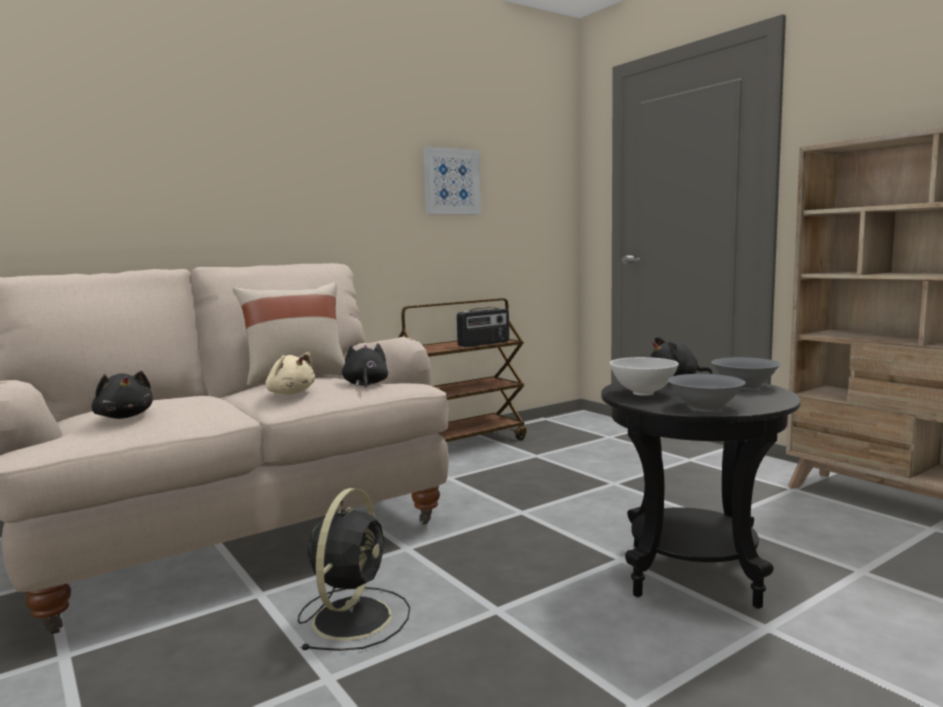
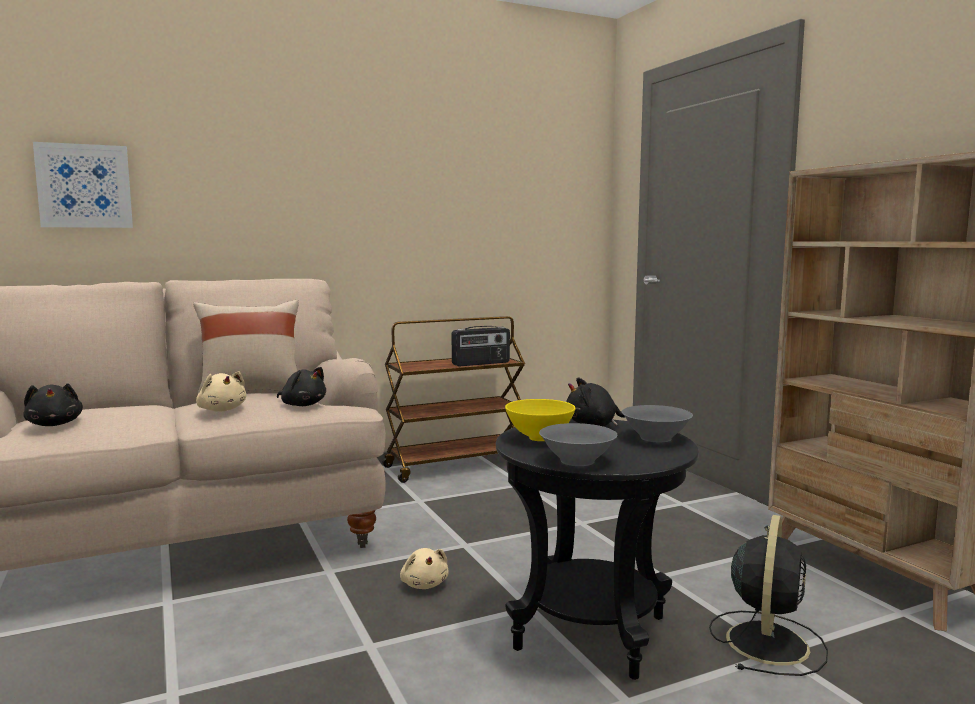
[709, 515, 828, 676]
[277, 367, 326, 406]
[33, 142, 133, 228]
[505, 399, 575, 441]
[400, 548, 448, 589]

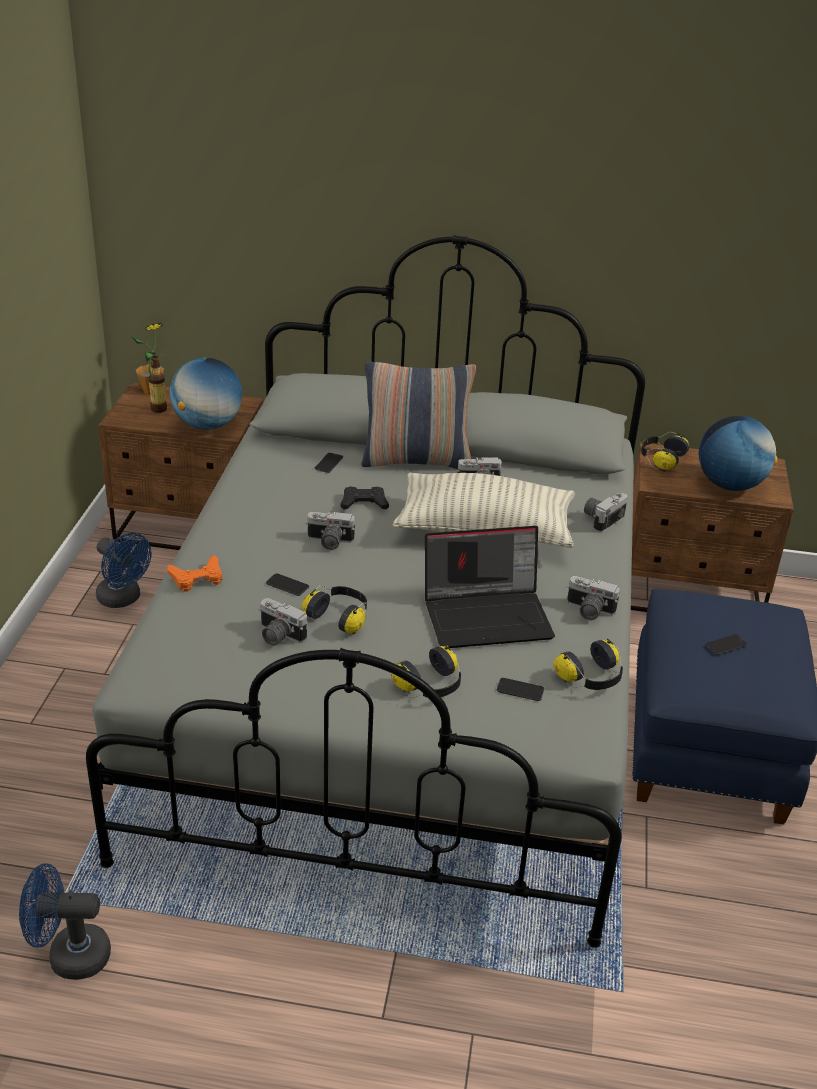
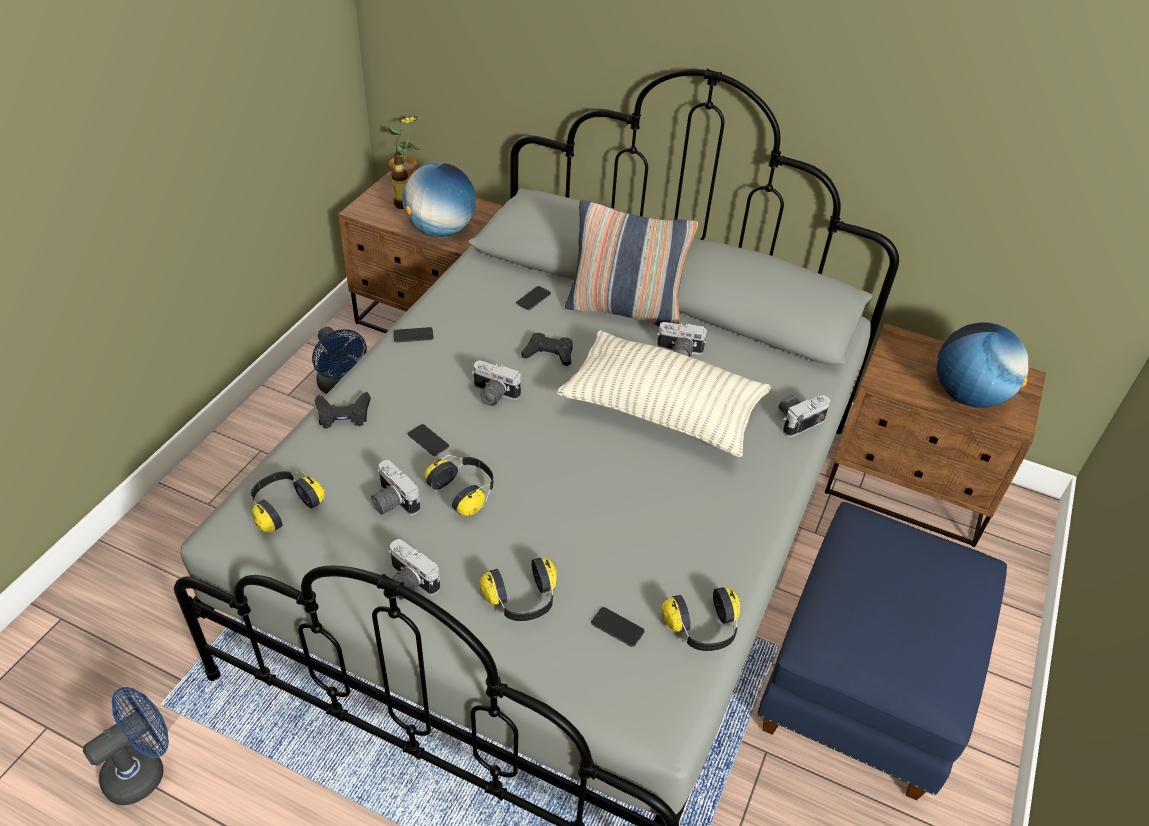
[83, 687, 169, 805]
[315, 392, 371, 429]
[425, 526, 555, 648] (first image)
[388, 539, 440, 600]
[251, 471, 325, 532]
[394, 327, 434, 343]

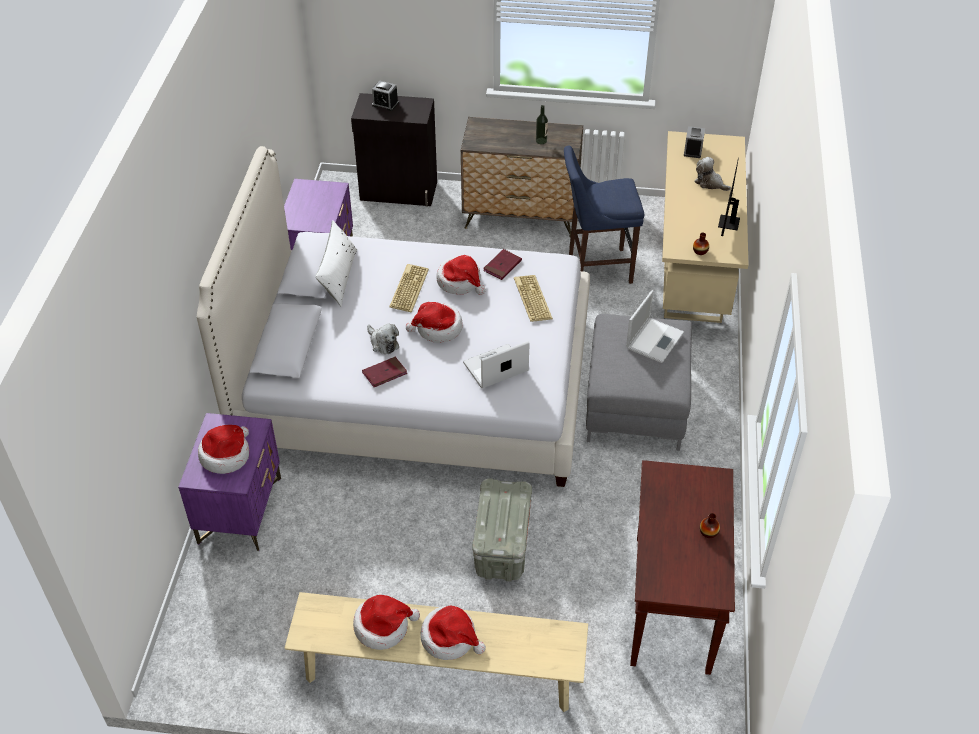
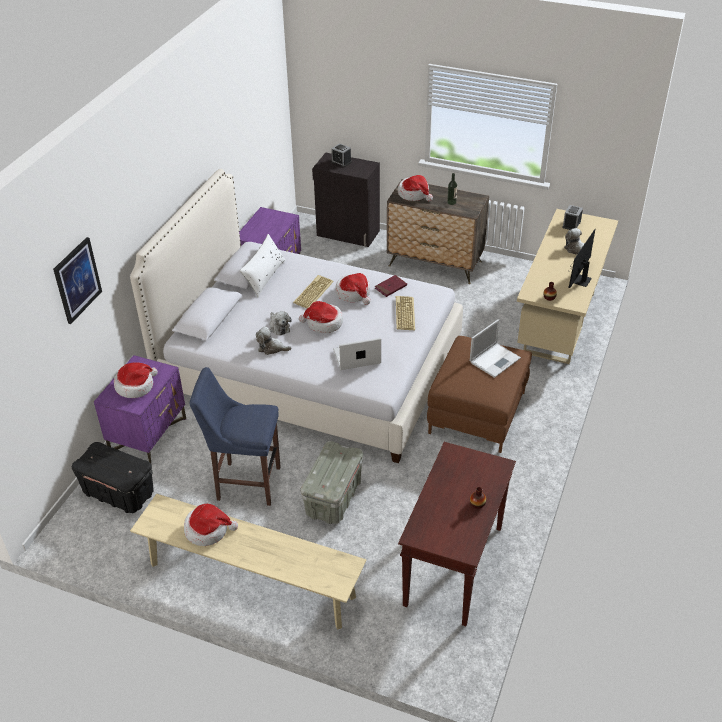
[256, 327, 292, 355]
[398, 175, 433, 201]
[189, 367, 280, 506]
[427, 336, 532, 453]
[53, 237, 102, 324]
[72, 442, 154, 513]

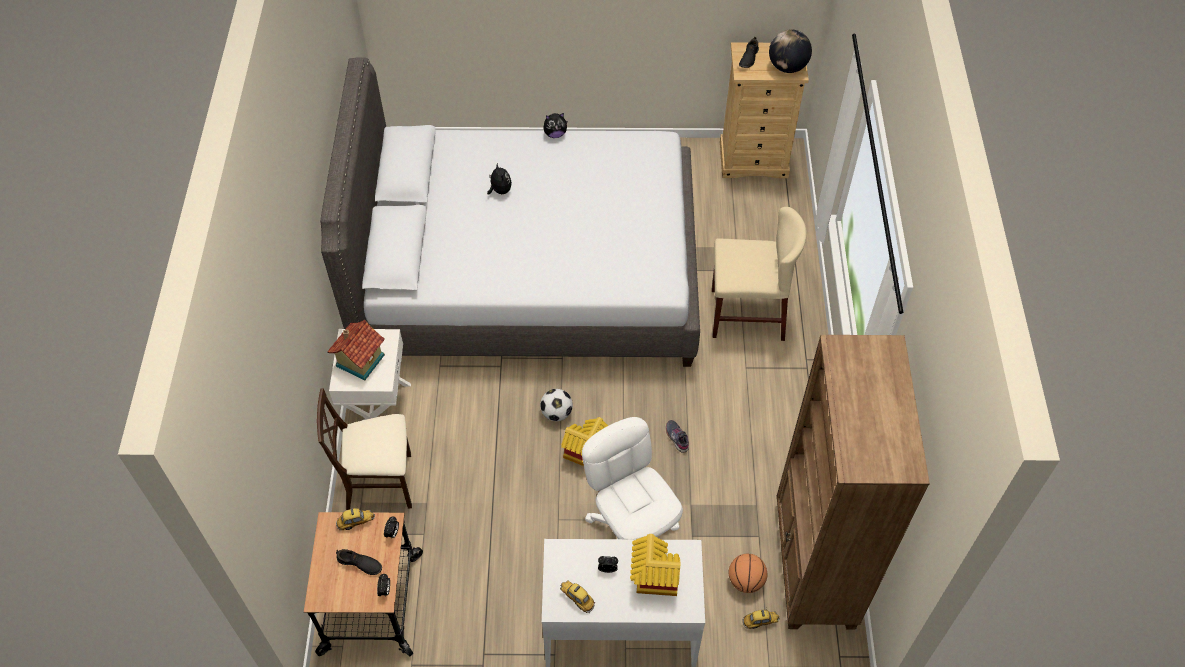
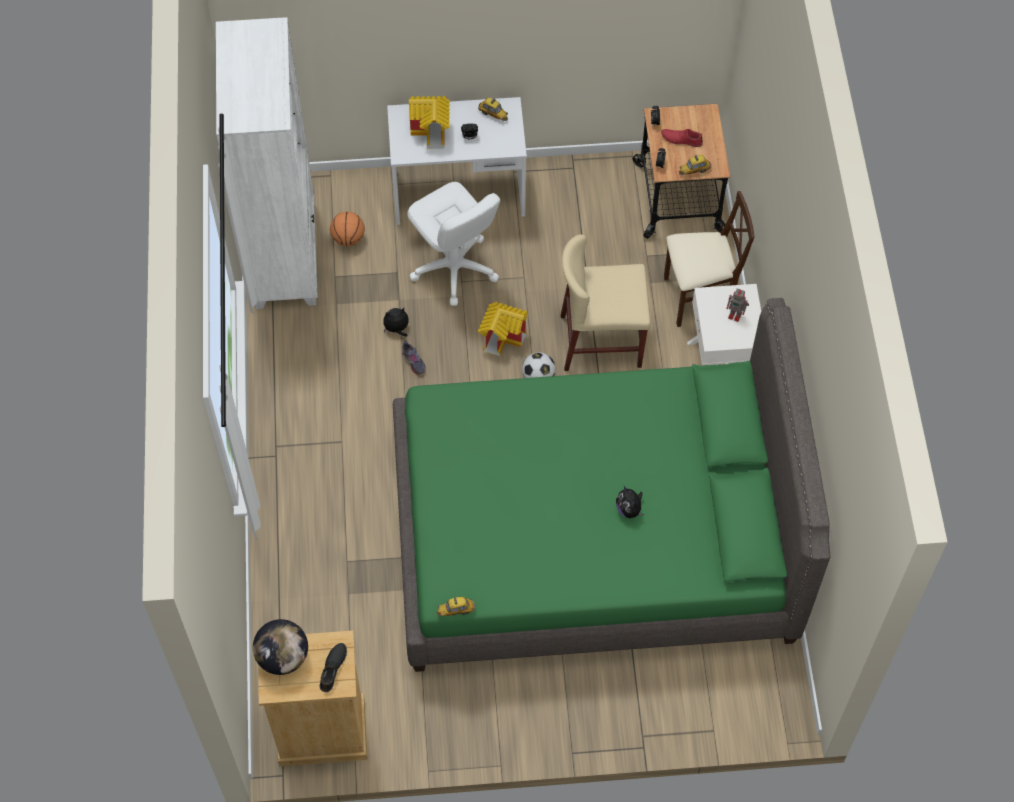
[393, 298, 831, 672]
[726, 288, 749, 322]
[661, 129, 703, 147]
[383, 308, 409, 336]
[561, 234, 651, 371]
[436, 597, 476, 616]
[216, 17, 318, 309]

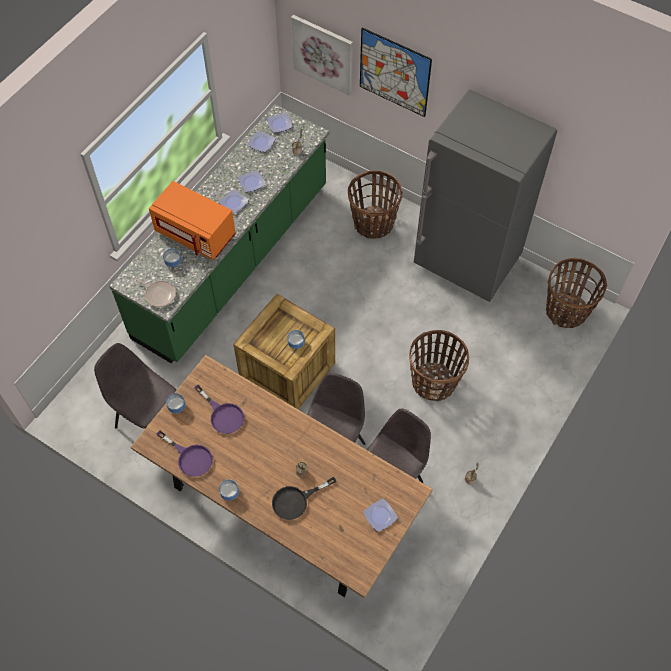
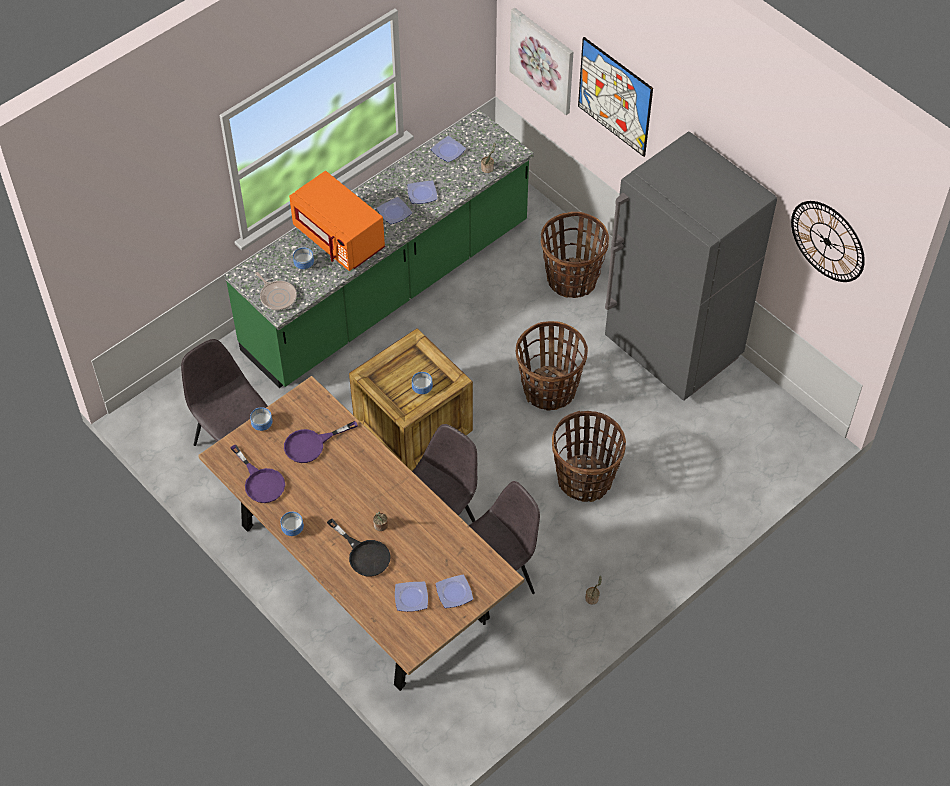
[284, 421, 358, 463]
[395, 582, 428, 612]
[327, 519, 391, 576]
[516, 321, 588, 410]
[791, 201, 865, 282]

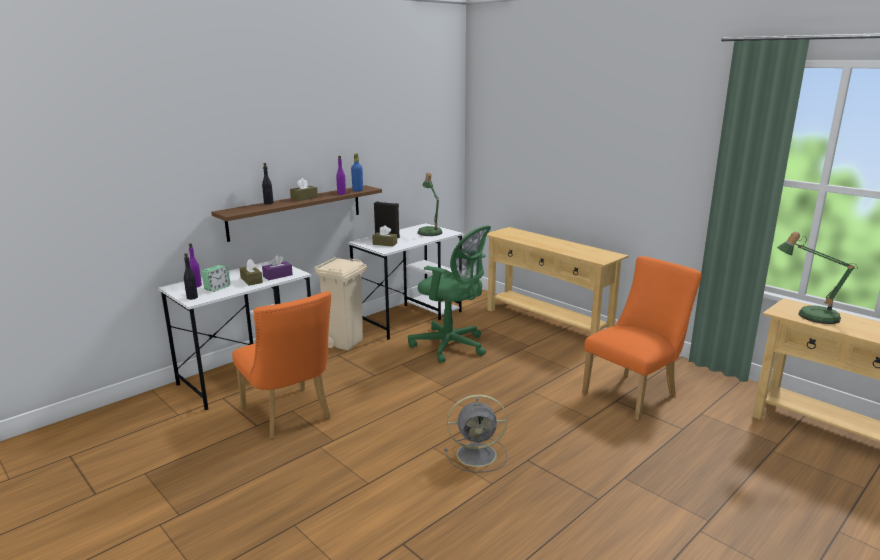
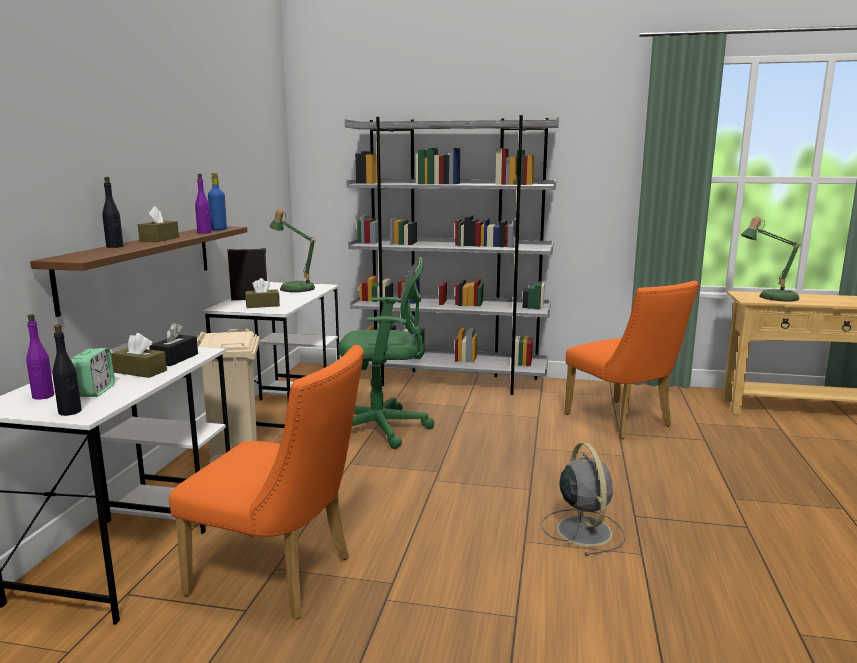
[149, 323, 198, 366]
[542, 443, 625, 556]
[345, 115, 559, 395]
[564, 281, 699, 439]

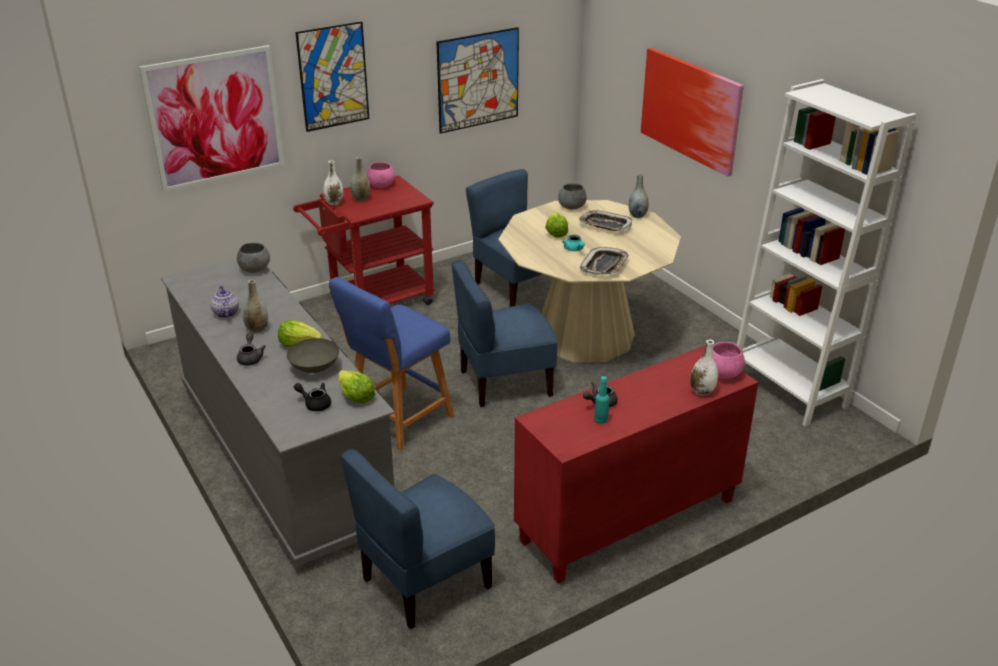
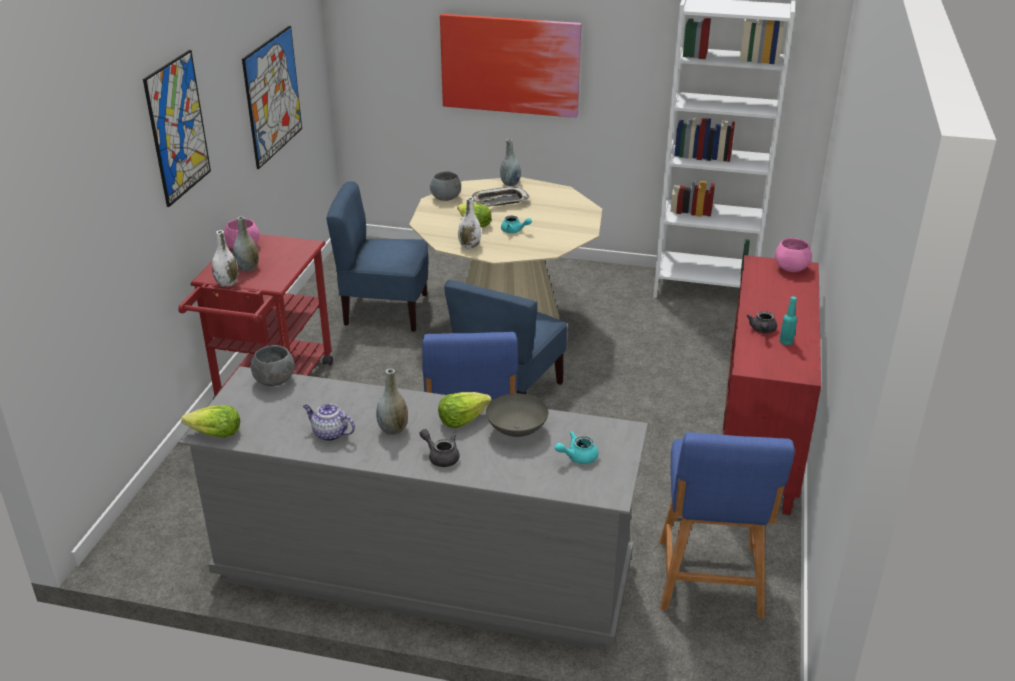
[139, 45, 284, 192] (first image)
[555, 431, 598, 464]
[181, 405, 240, 438]
[660, 432, 795, 618]
[580, 247, 629, 275] (first image)
[458, 197, 481, 249]

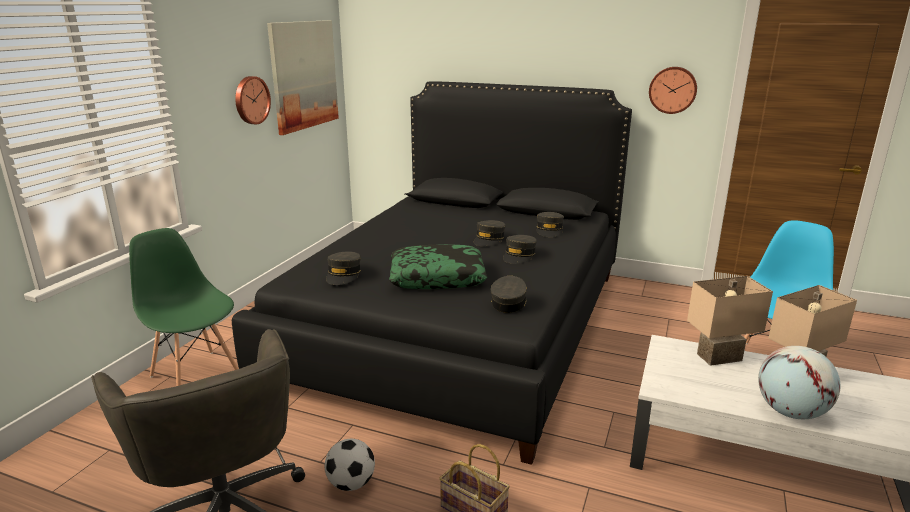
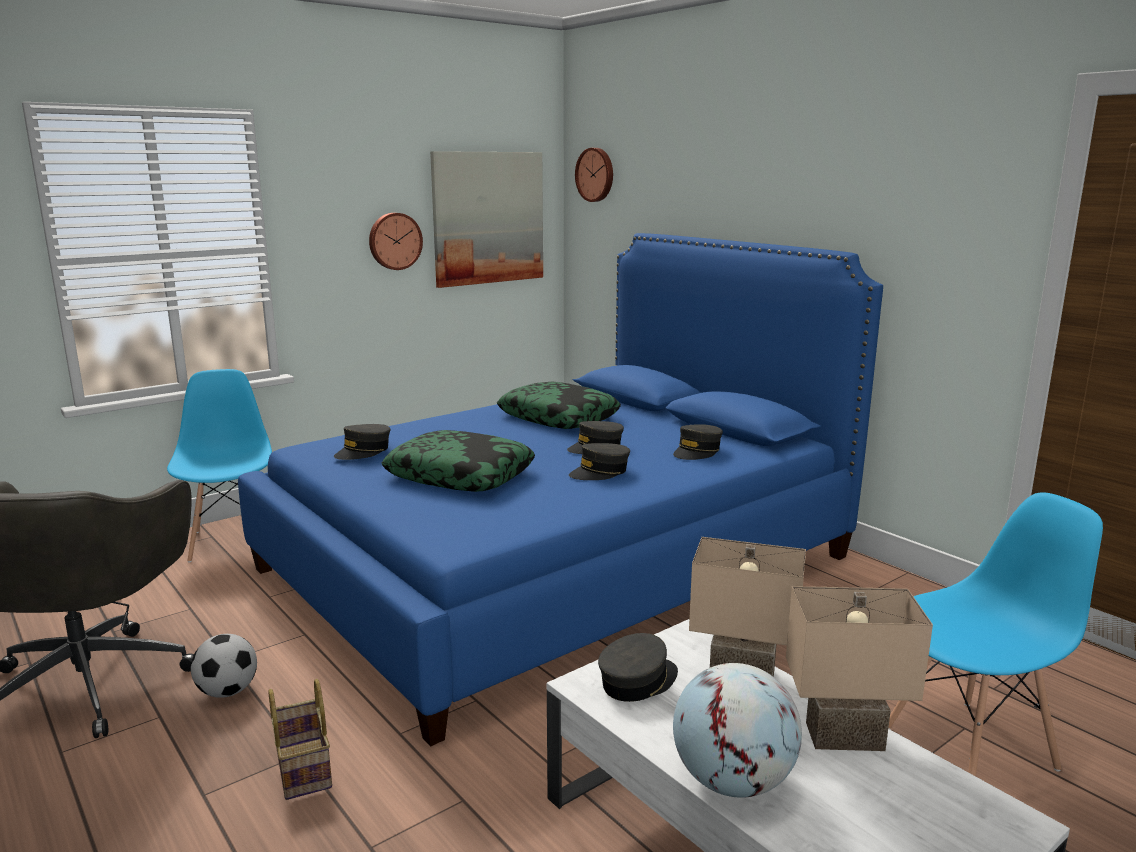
[167, 369, 272, 563]
[238, 233, 883, 746]
[598, 633, 678, 702]
[575, 148, 613, 202]
[497, 382, 621, 429]

